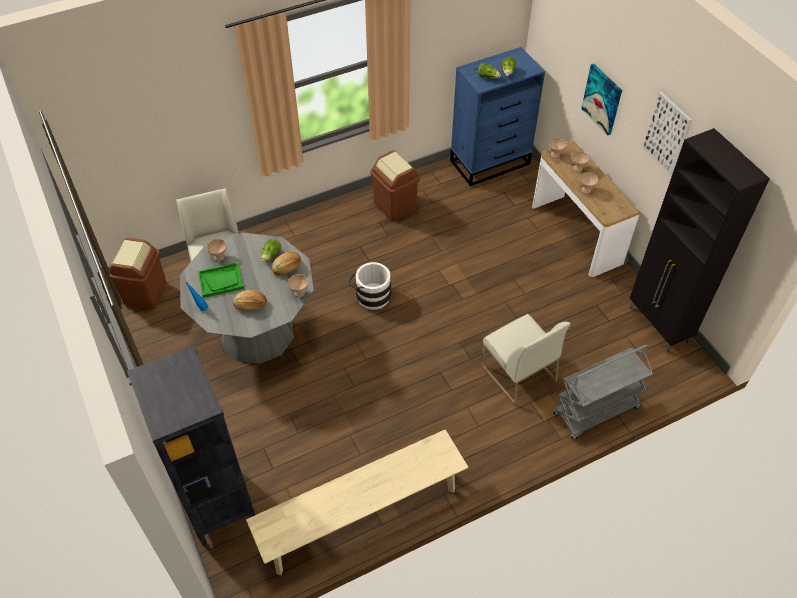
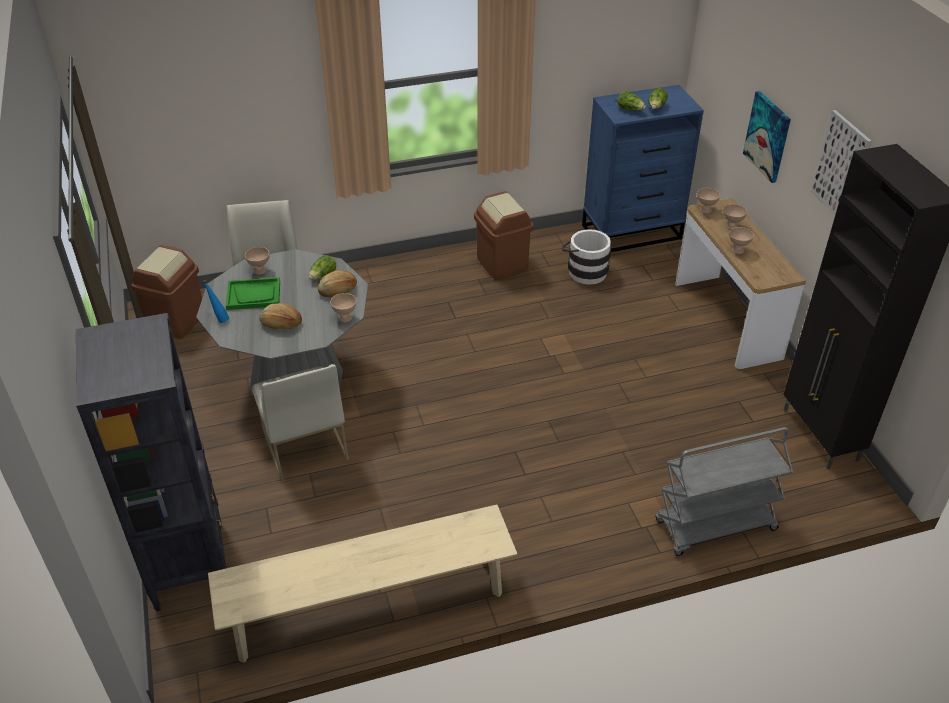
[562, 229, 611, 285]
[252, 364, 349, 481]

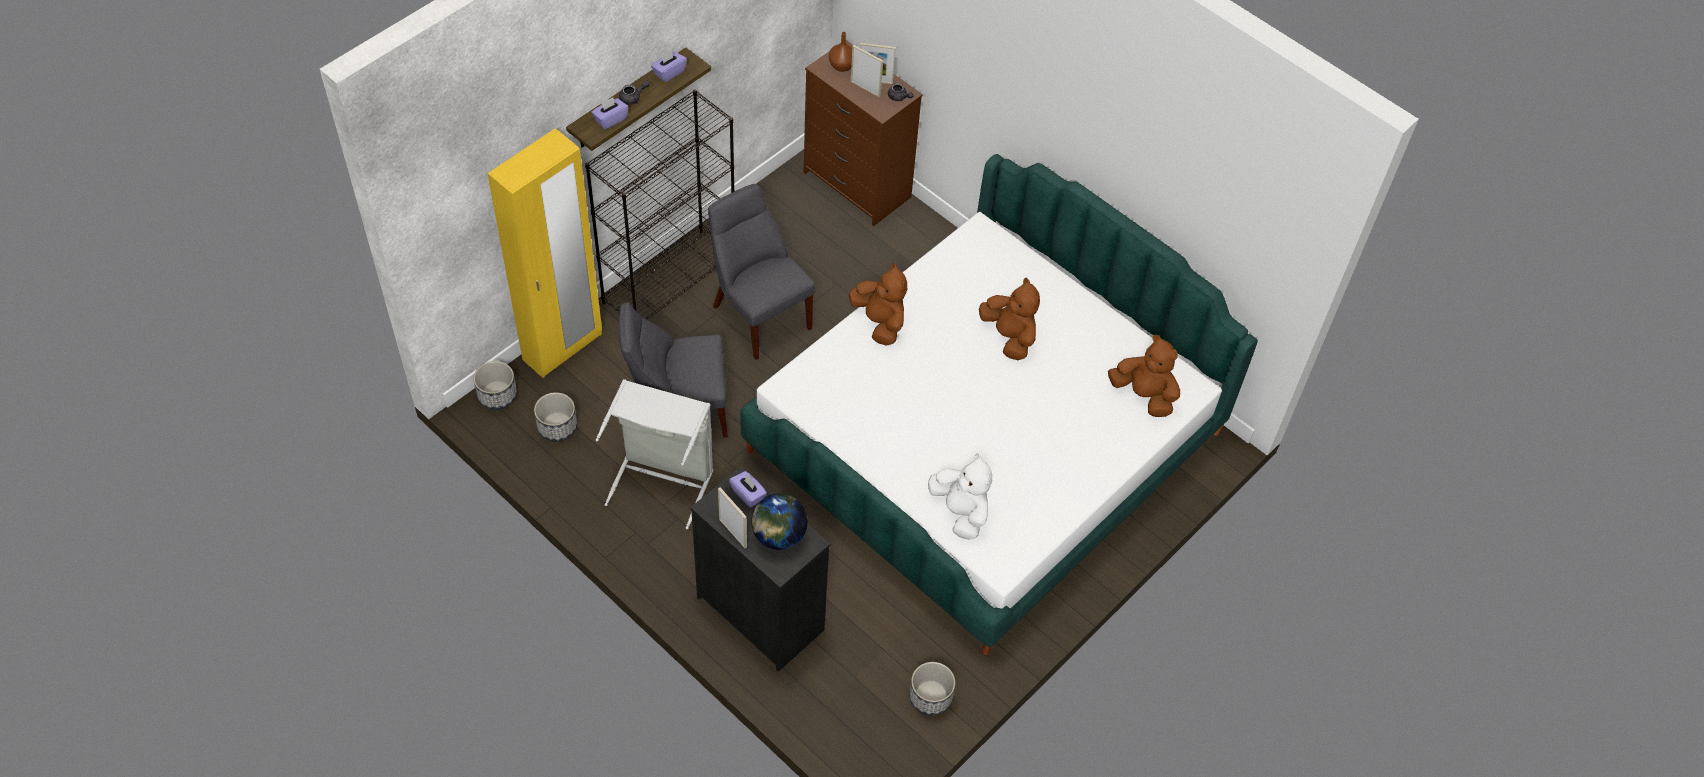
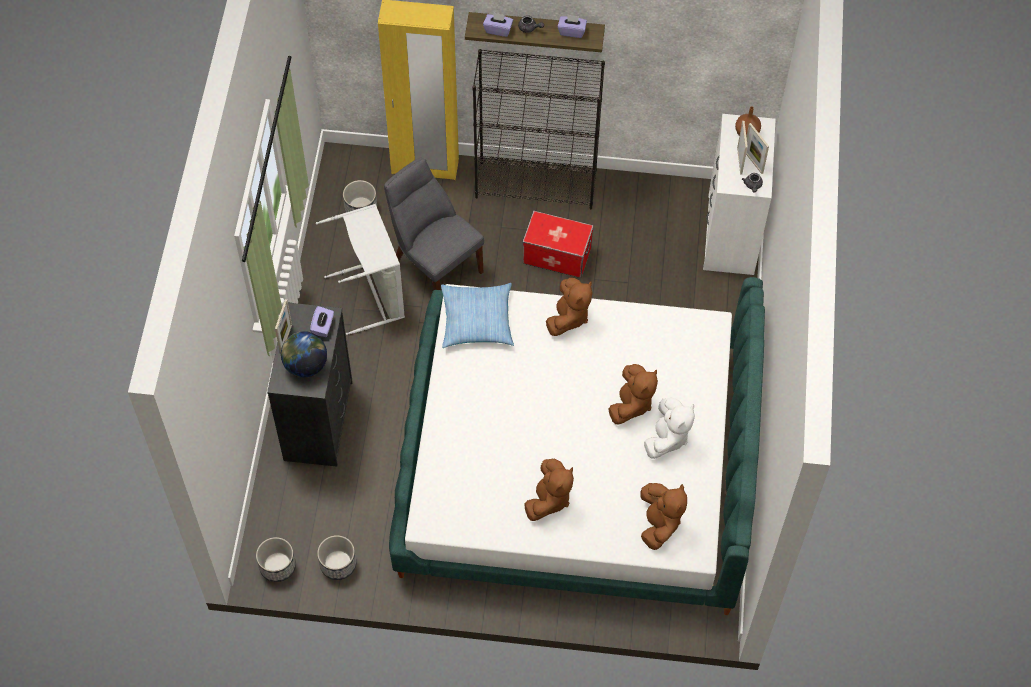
[256, 537, 296, 582]
[522, 211, 594, 278]
[703, 114, 776, 275]
[644, 397, 695, 459]
[441, 283, 514, 348]
[524, 459, 574, 521]

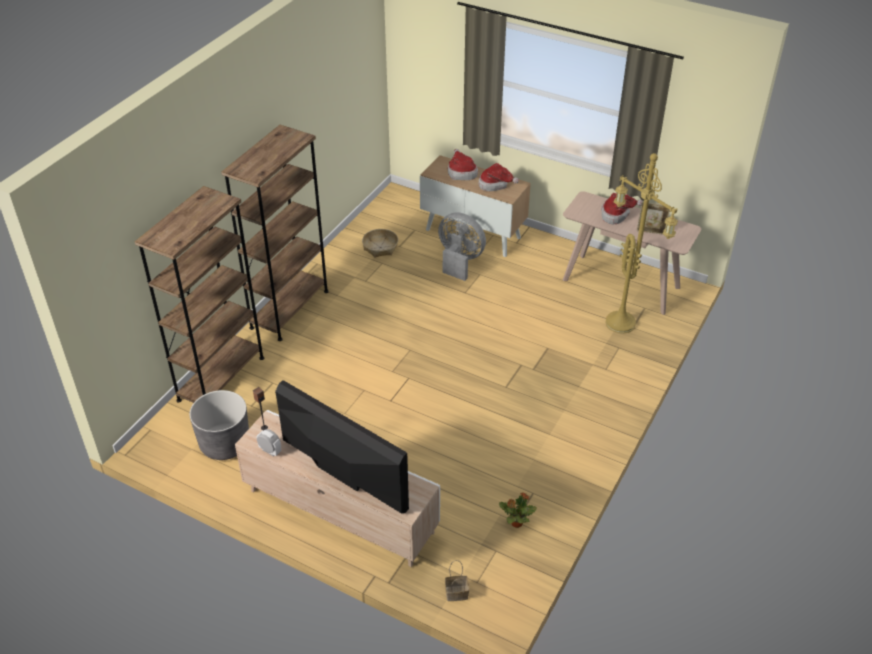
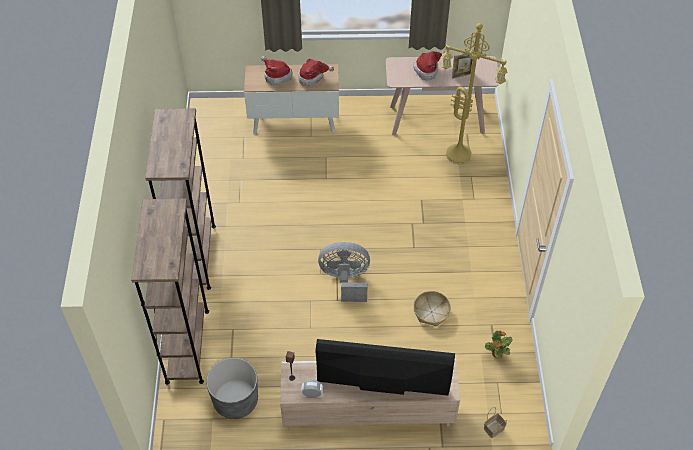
[413, 291, 451, 326]
[318, 242, 370, 302]

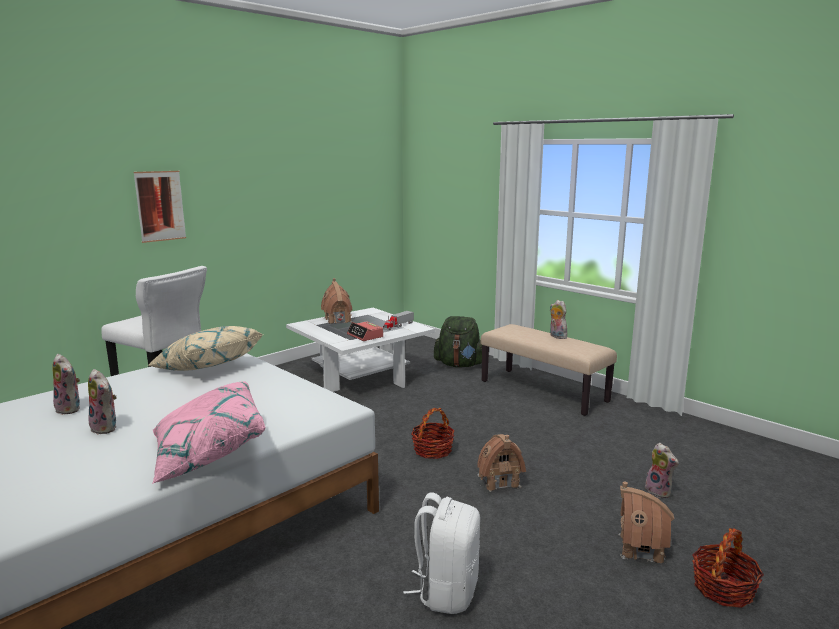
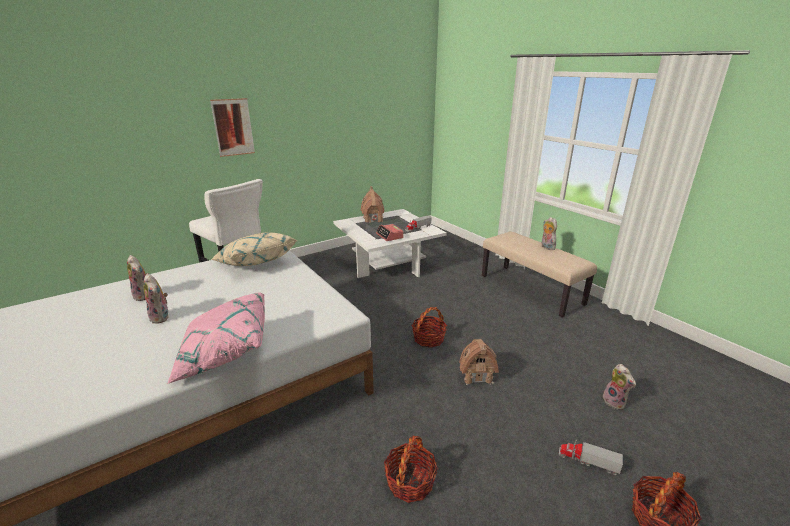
[384, 436, 438, 503]
[434, 316, 482, 367] (first image)
[559, 440, 623, 476]

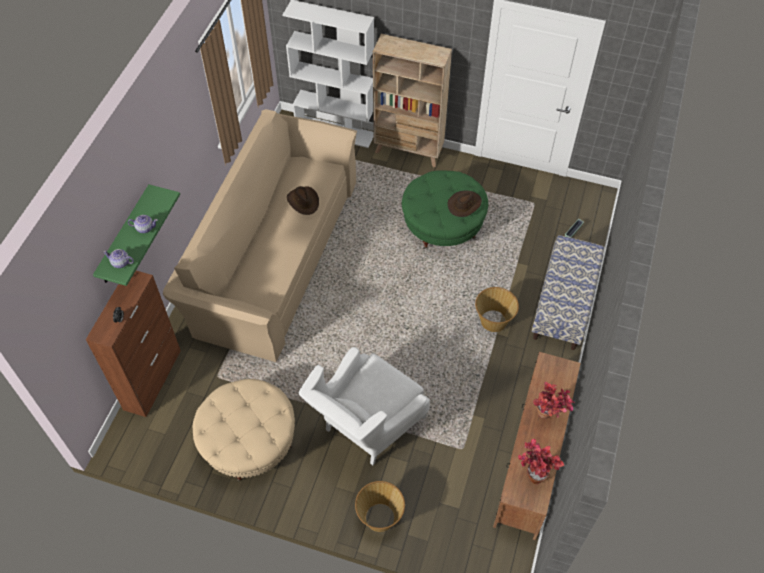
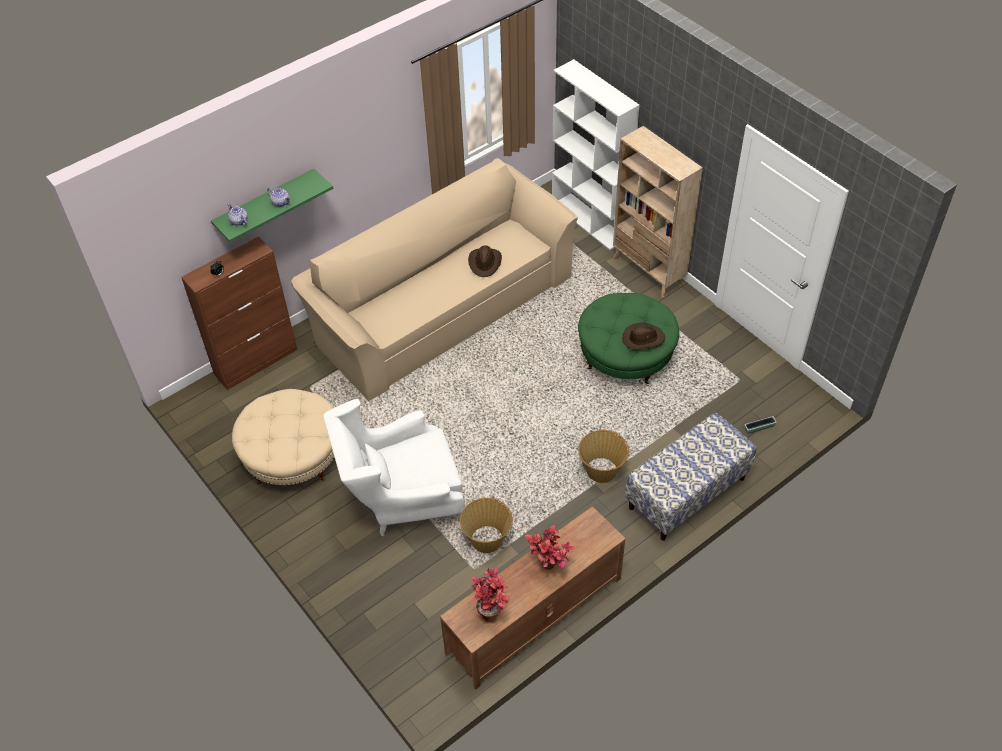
[460, 498, 513, 553]

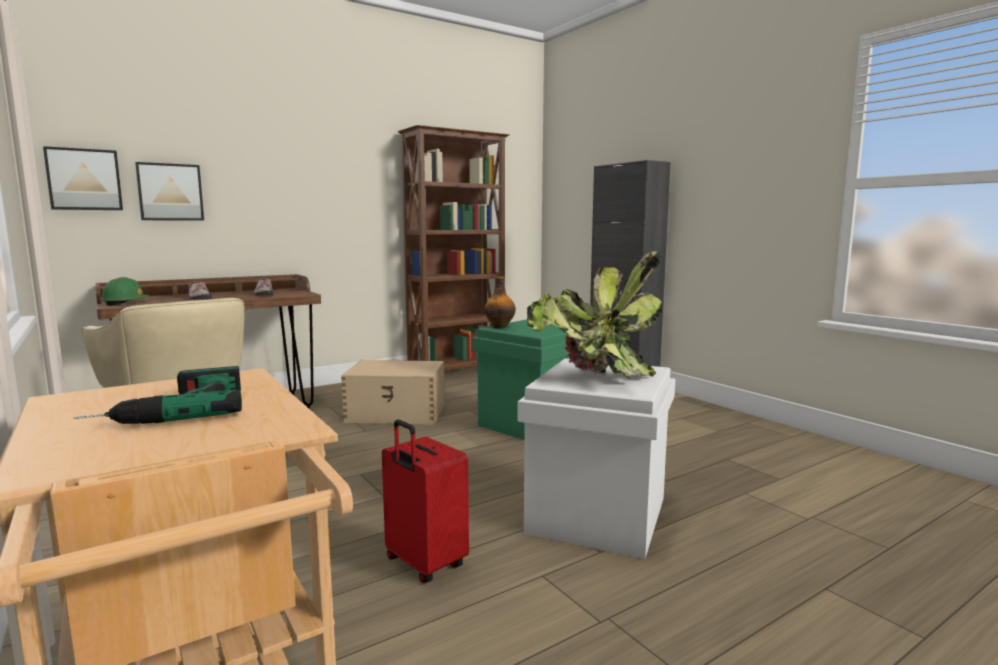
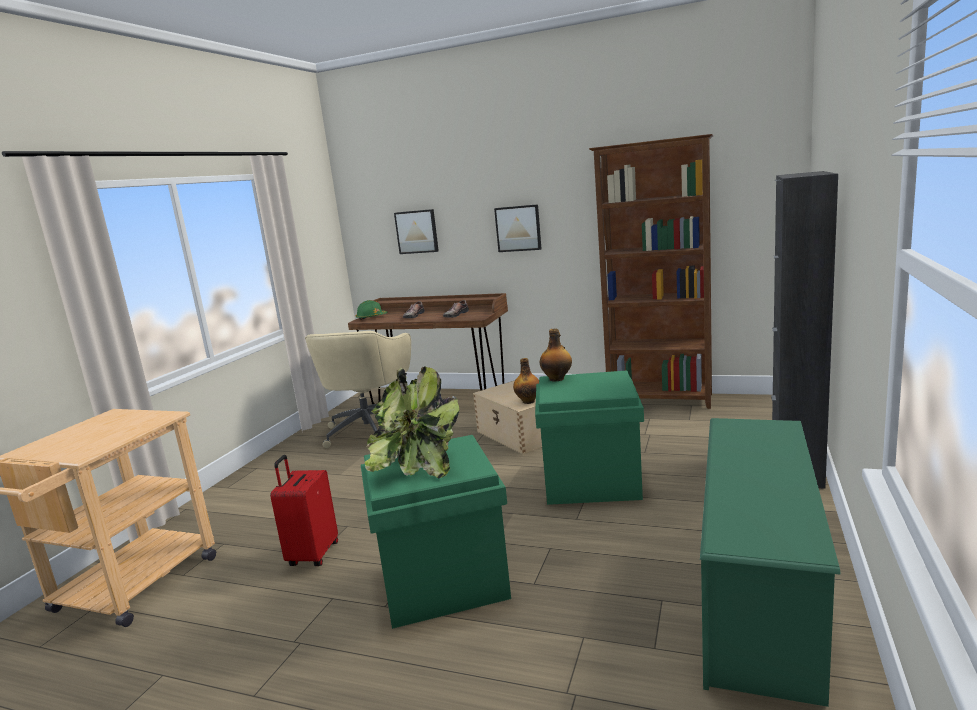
[494, 204, 542, 252]
[73, 366, 242, 424] (first image)
[361, 435, 511, 629]
[513, 358, 539, 404]
[700, 418, 840, 707]

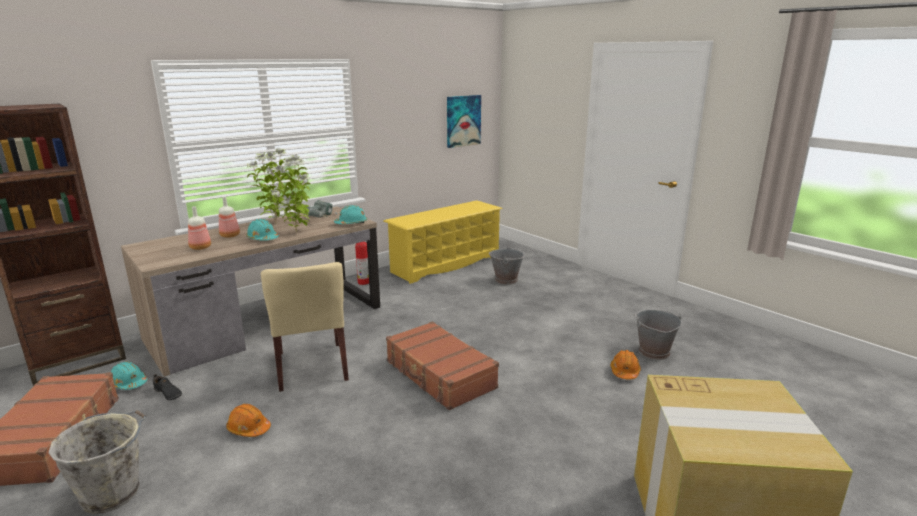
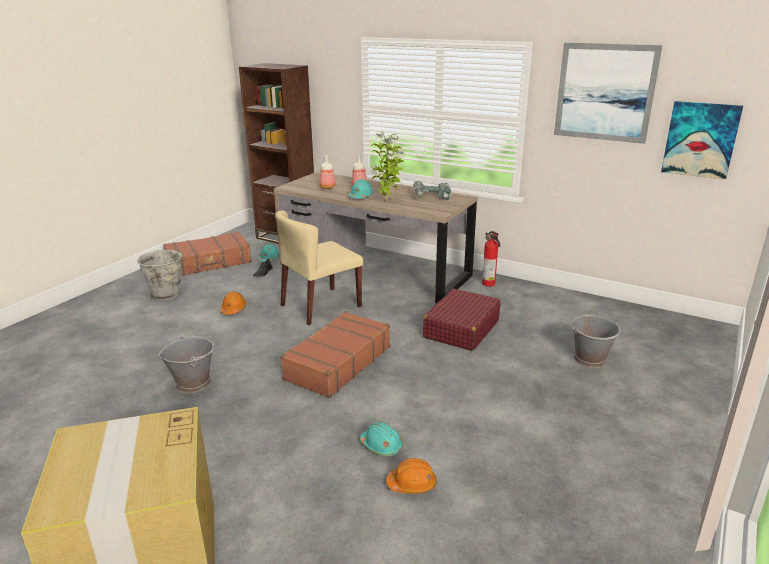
[247, 148, 289, 223] (first image)
[360, 422, 403, 456]
[383, 200, 503, 284] (first image)
[159, 334, 214, 393]
[423, 289, 500, 351]
[554, 43, 662, 144]

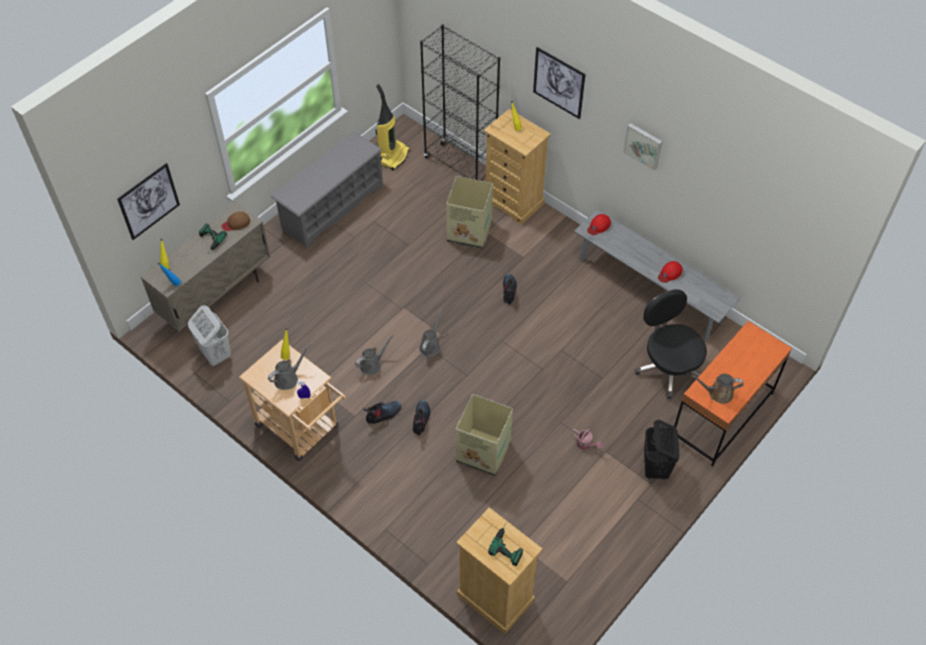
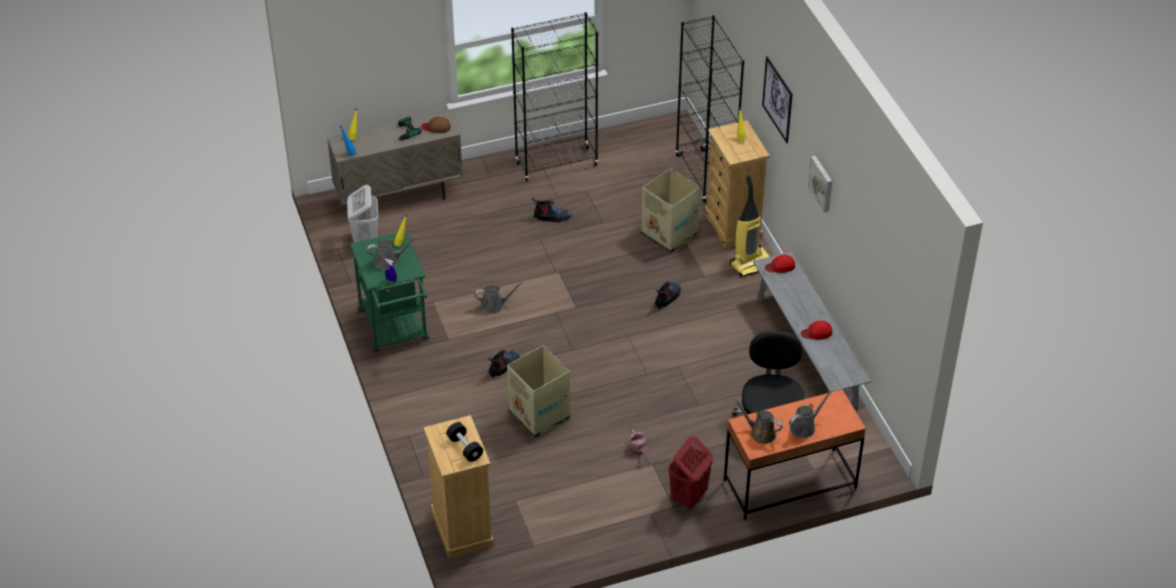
[117, 163, 180, 240] (first image)
[350, 231, 429, 352]
[511, 12, 598, 182]
[532, 197, 572, 222]
[730, 175, 769, 277]
[789, 390, 832, 438]
[446, 422, 483, 462]
[668, 436, 713, 510]

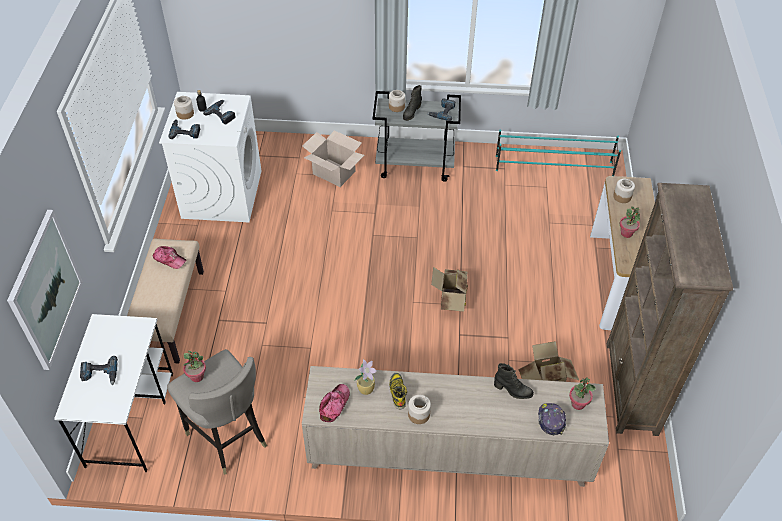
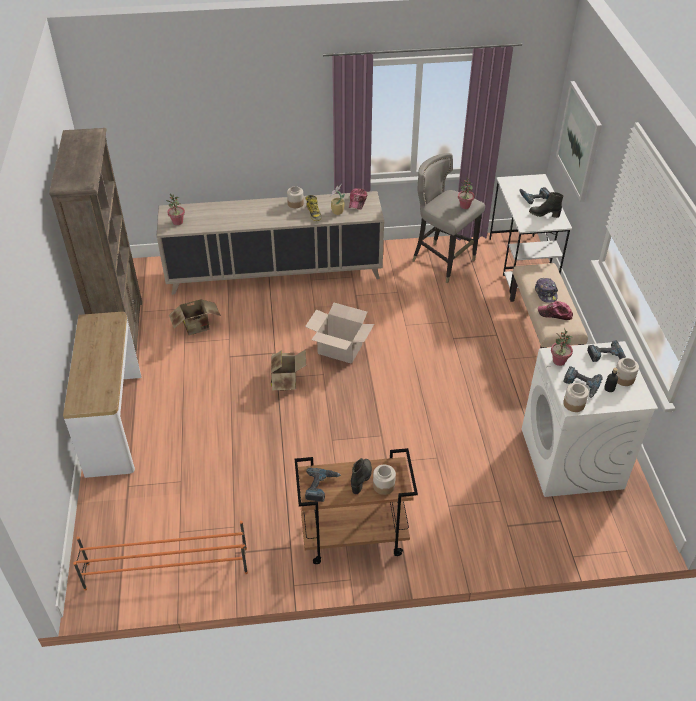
[305, 303, 374, 364]
[295, 448, 418, 564]
[529, 192, 564, 218]
[73, 521, 248, 591]
[535, 278, 558, 303]
[563, 383, 589, 412]
[551, 328, 573, 366]

